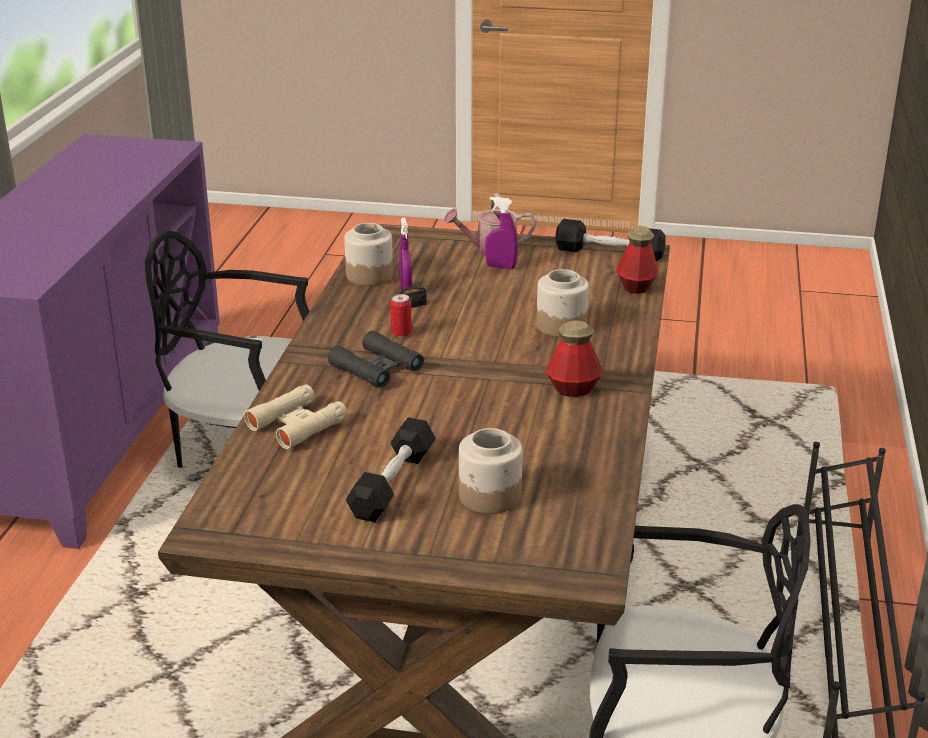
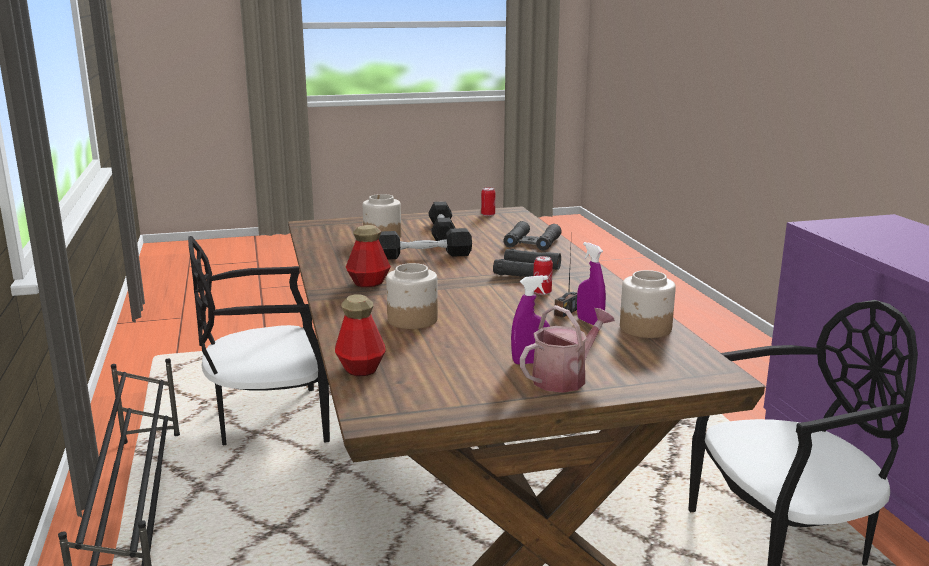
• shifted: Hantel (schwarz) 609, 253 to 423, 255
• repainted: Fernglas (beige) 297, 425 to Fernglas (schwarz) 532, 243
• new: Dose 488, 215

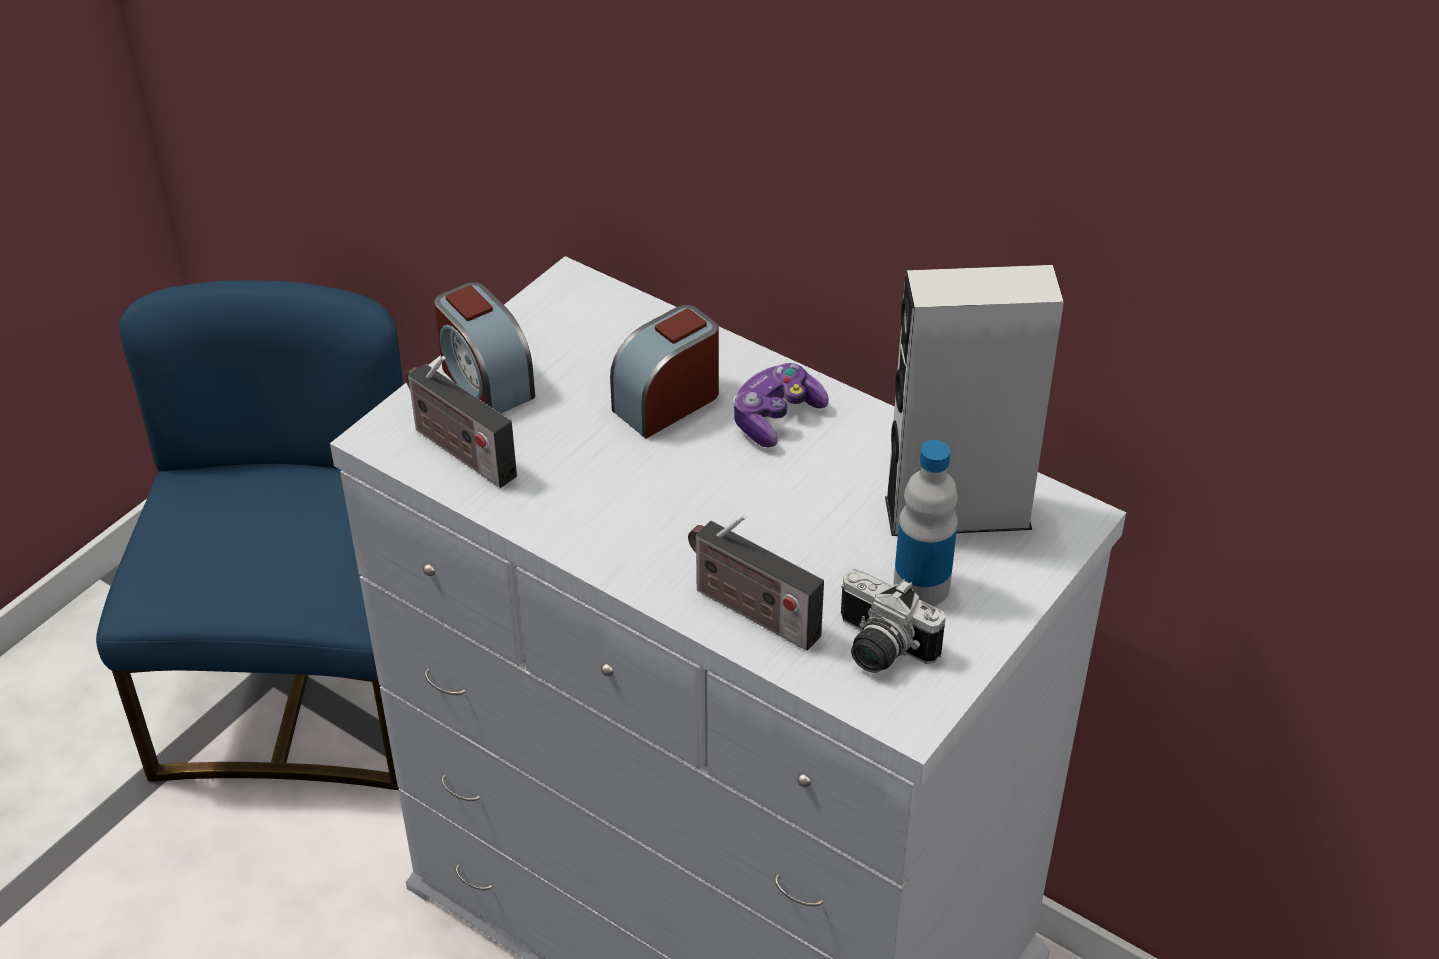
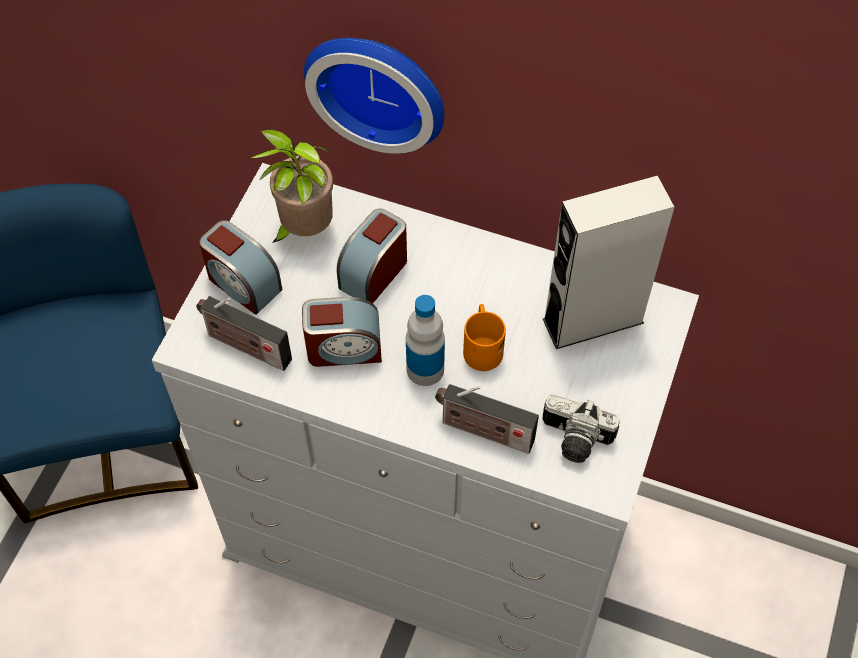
• gone: Gamepad 776, 417
• shifted: Flasche 921, 586 to 425, 369
• new: Wanduhr 379, 85
• new: Topfpflanze 303, 230
• new: Wecker 344, 348
• new: Henkelbecher (orange) 481, 346

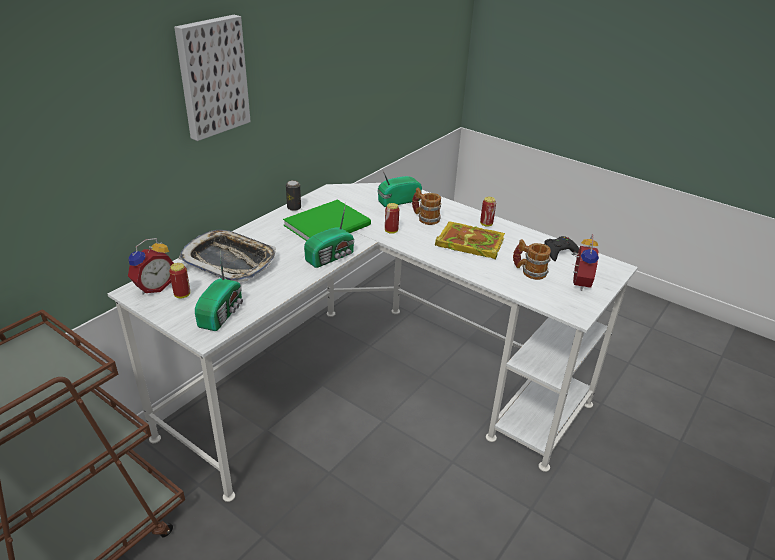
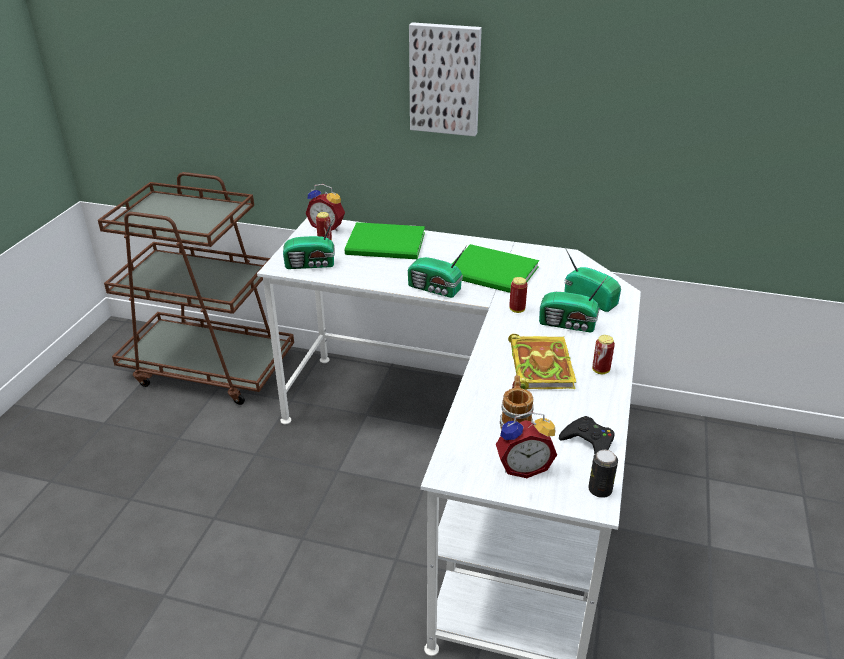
• shifted: Dose 294, 208 to 600, 490
• swapped: Henkelbecher 425, 218 to Radio 569, 324
• swapped: Tablett 229, 261 to Buch (grün) 387, 245

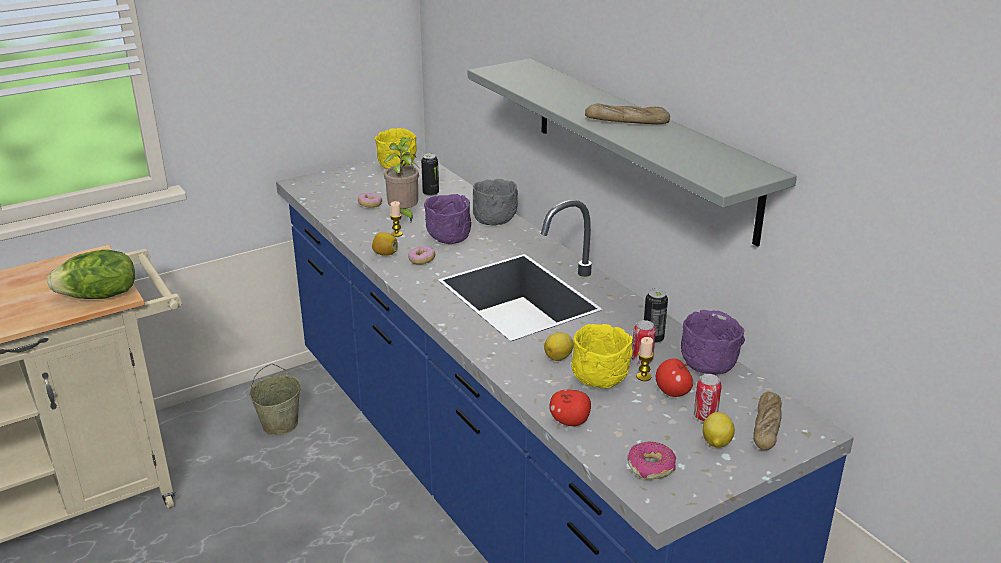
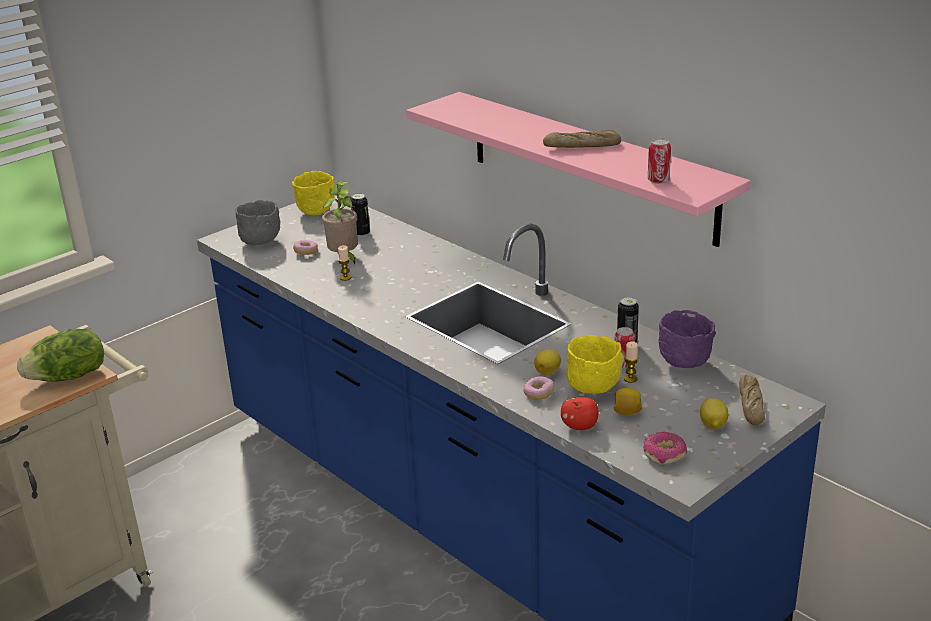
• repainted: Wandregal (grau) 640, 145 to Wandregal (rosa) 589, 166
• shifted: Schüssel (grau) 494, 223 to 260, 243
• gone: Schüssel (lila) 449, 240
• shifted: Zitrone 385, 254 to 626, 412
• shifted: Donut 421, 260 to 538, 394
• gone: Apfel 672, 392
• gone: Eimer (beige) 280, 424
• shifted: Dose 705, 416 to 658, 180

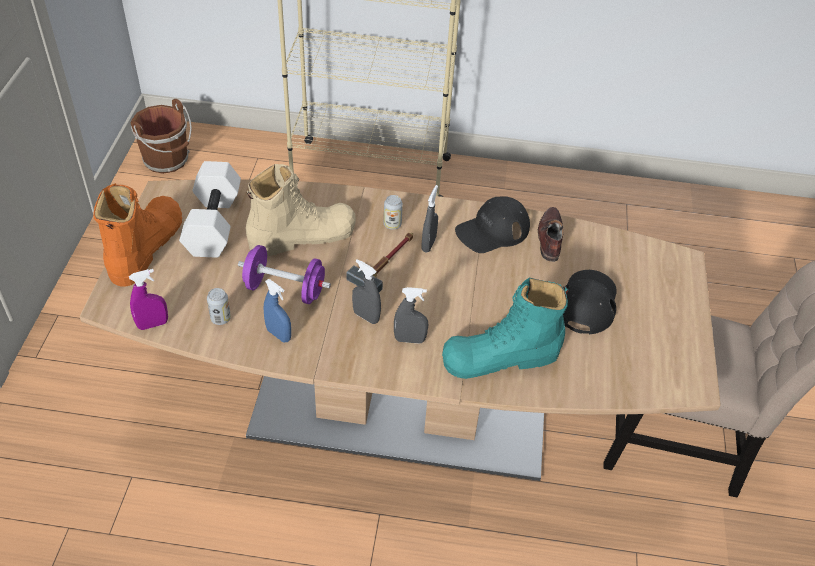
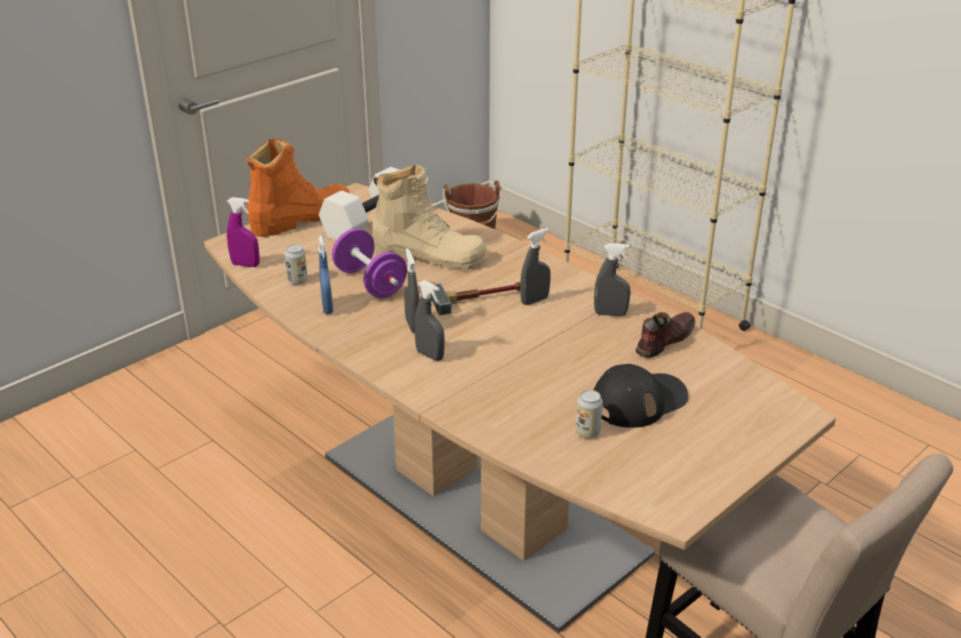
• shifted: Dose 392, 224 to 587, 432
• swapped: Kappe (schwarz) 492, 231 to Sprühflasche (grau) 610, 314
• gone: Stiefel (türkis) 501, 357

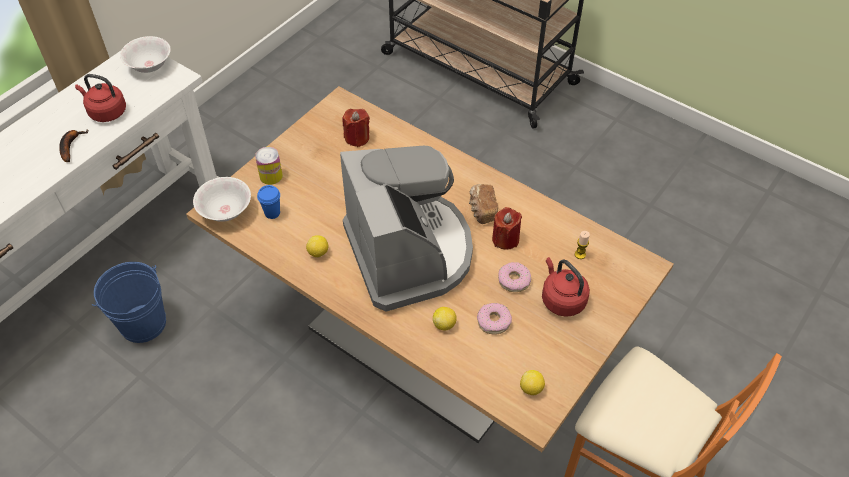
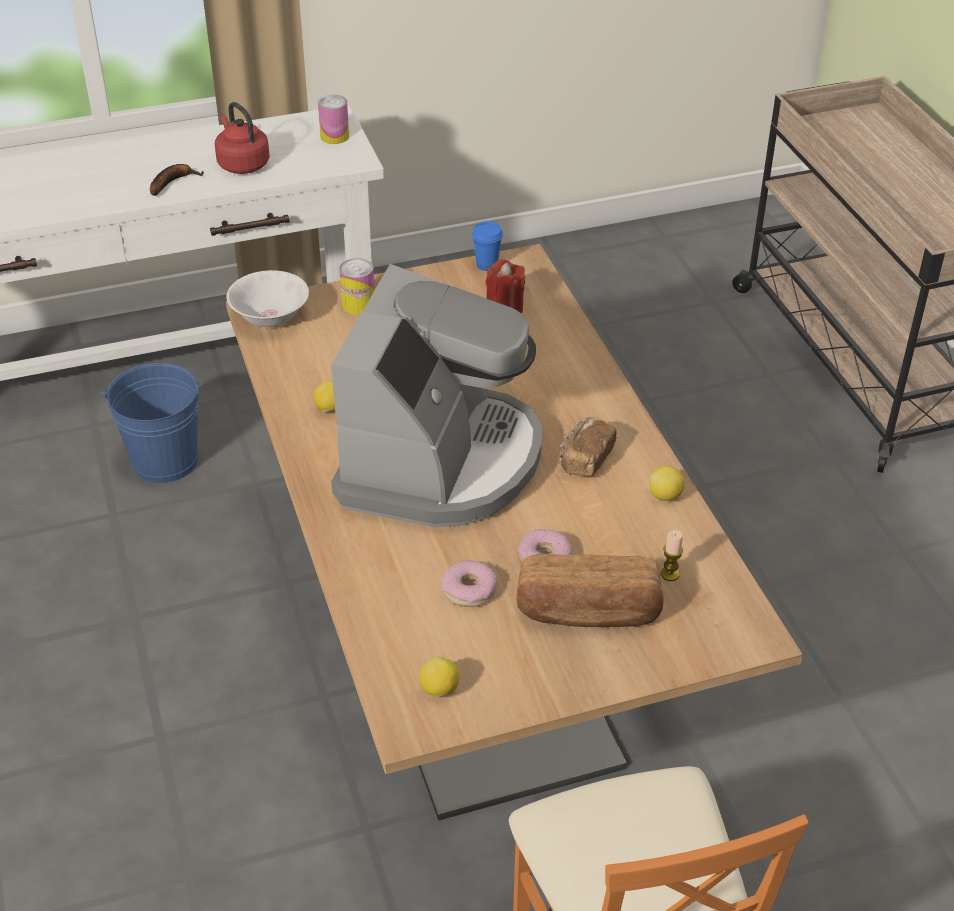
• swapped: Schüssel (weiß) 149, 66 to Dose 334, 136
• shifted: Tasse (blau) 272, 213 to 487, 265
• gone: Kerze (rot) 505, 239
• swapped: Wasserkessel (rot) 561, 299 to Brot 588, 612
• shifted: Zitrone 444, 324 to 665, 496

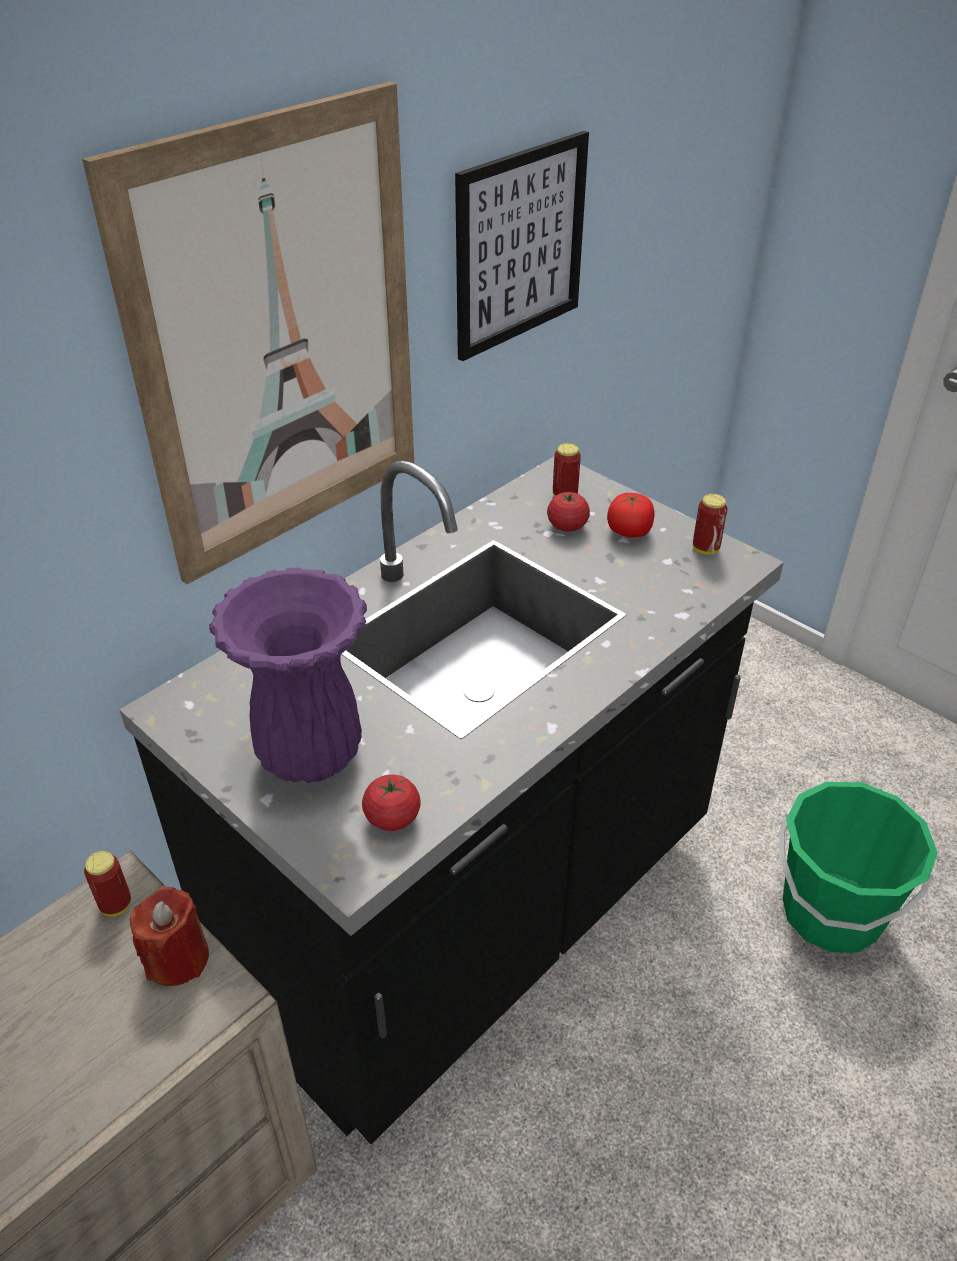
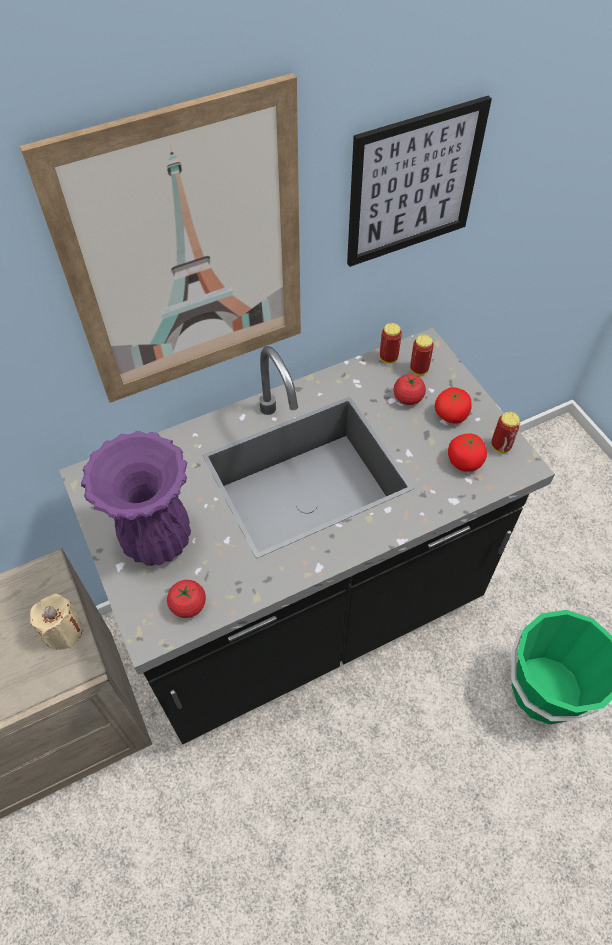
• shifted: Dose 116, 905 to 388, 358
• repainted: Kerze (rot) 177, 958 to Kerze (beige) 63, 632
• new: Tomate 464, 461

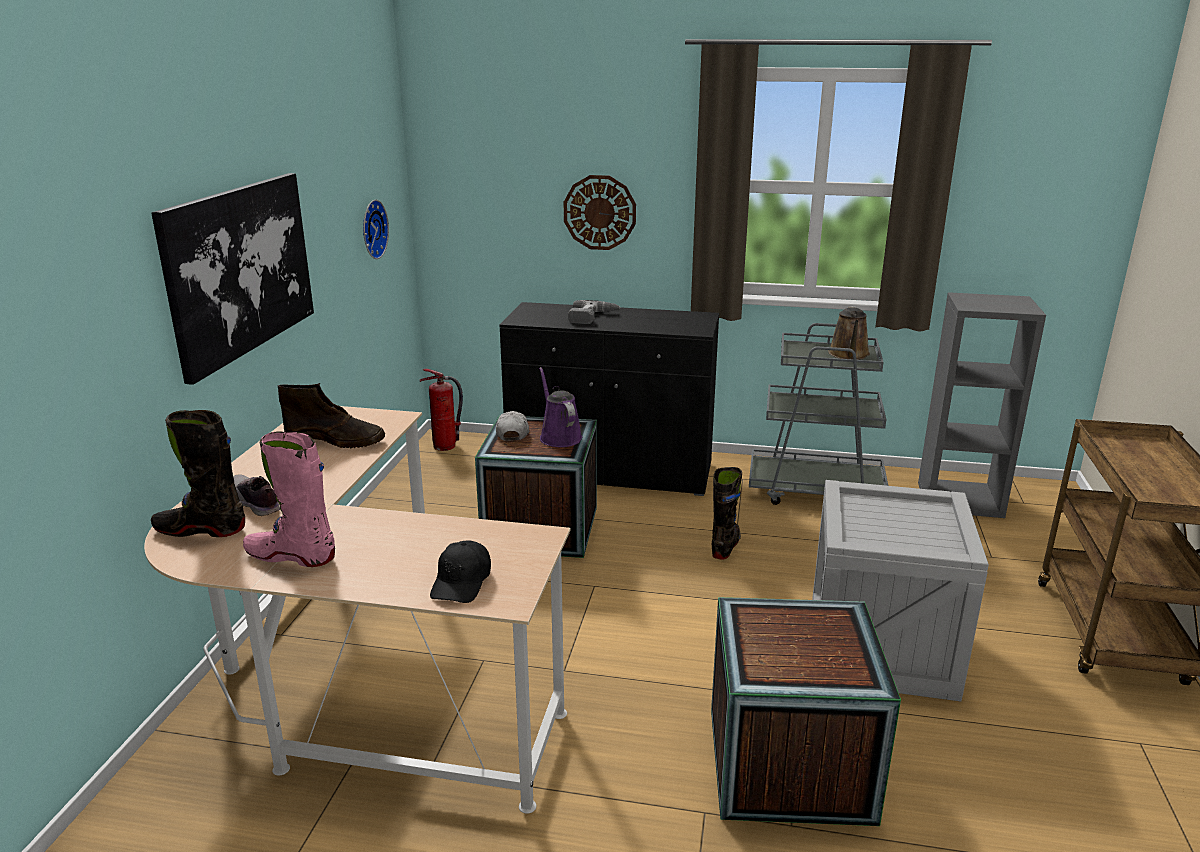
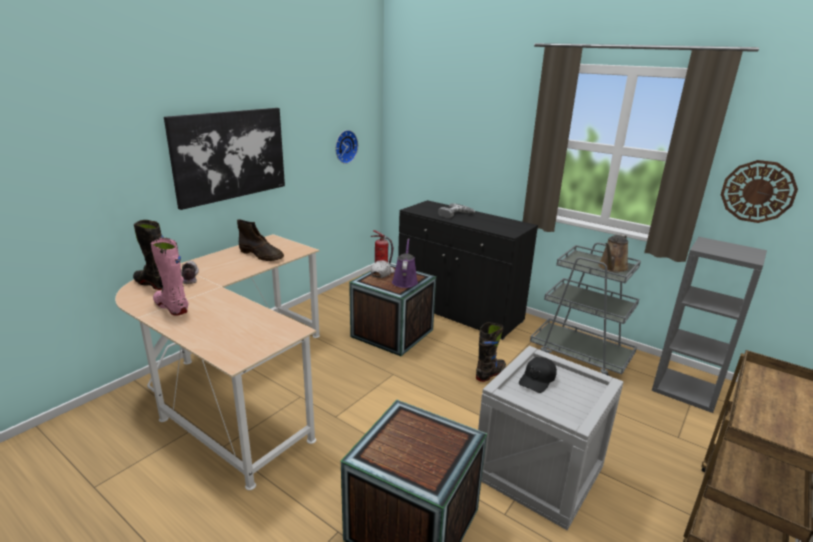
• shifted: Wanduhr 599, 212 to 757, 191
• shifted: Kappe (schwarz) 462, 582 to 537, 380

